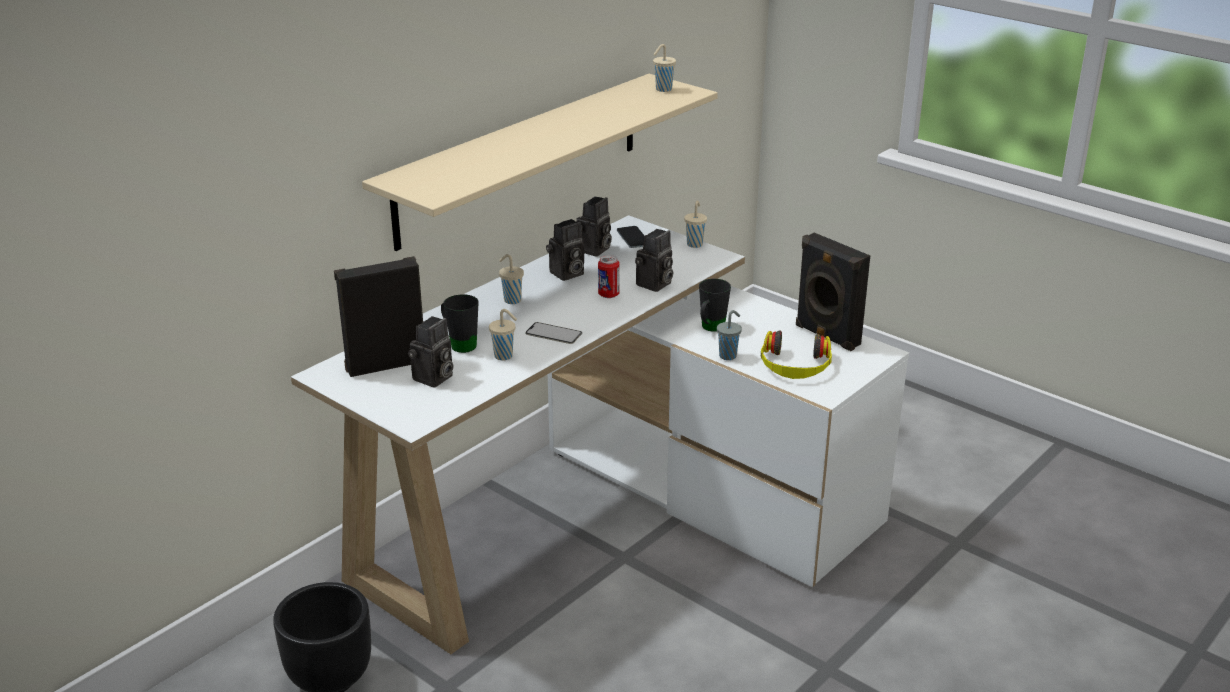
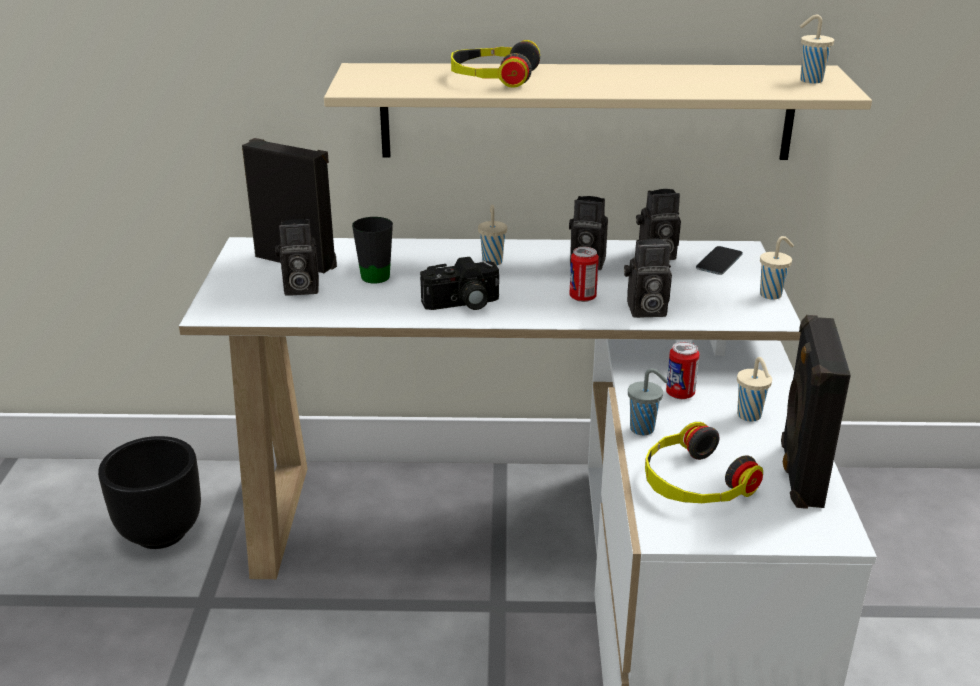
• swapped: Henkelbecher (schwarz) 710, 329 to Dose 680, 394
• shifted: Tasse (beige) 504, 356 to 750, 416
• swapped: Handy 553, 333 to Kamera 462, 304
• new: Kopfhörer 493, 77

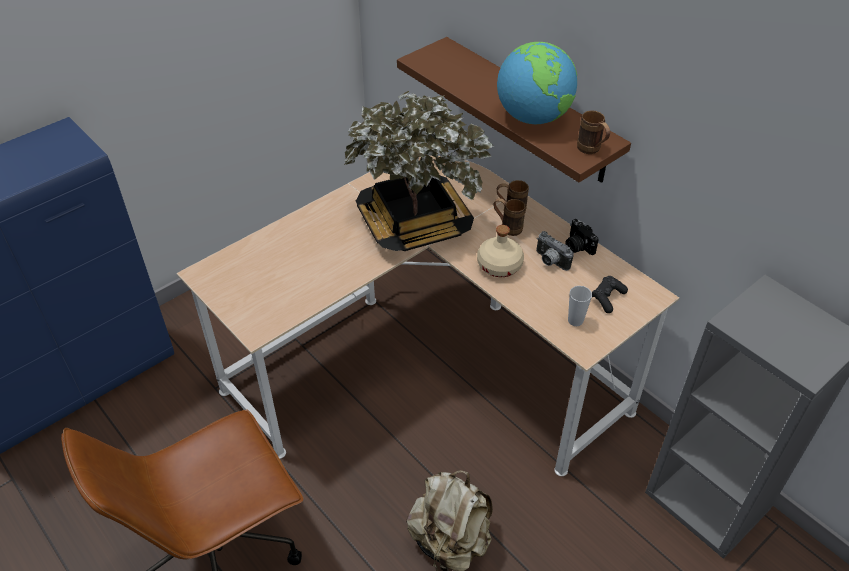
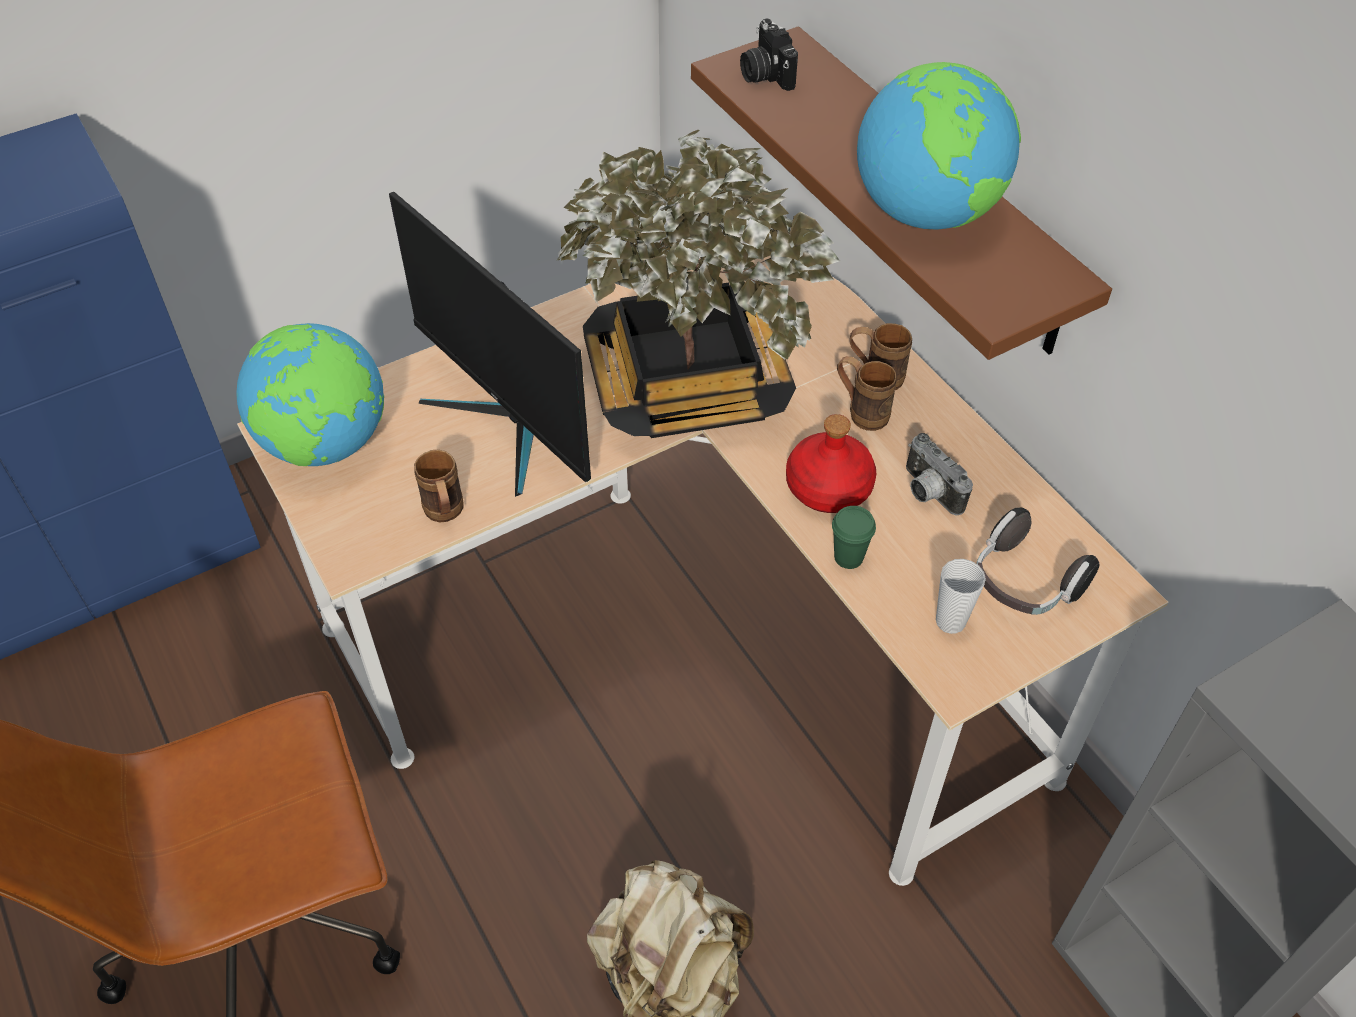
• shifted: Henkelbecher (braun) 592, 150 to 445, 515
• shifted: Kamera 577, 246 to 765, 74
• repainted: Flasche (beige) 499, 266 to Flasche (rot) 829, 488
• swapped: Gamepad (schwarz) 607, 298 to Kopfhörer 1023, 584
• new: Monitor 509, 423
• new: Globus 326, 444
• new: Tasse (grün) 848, 557

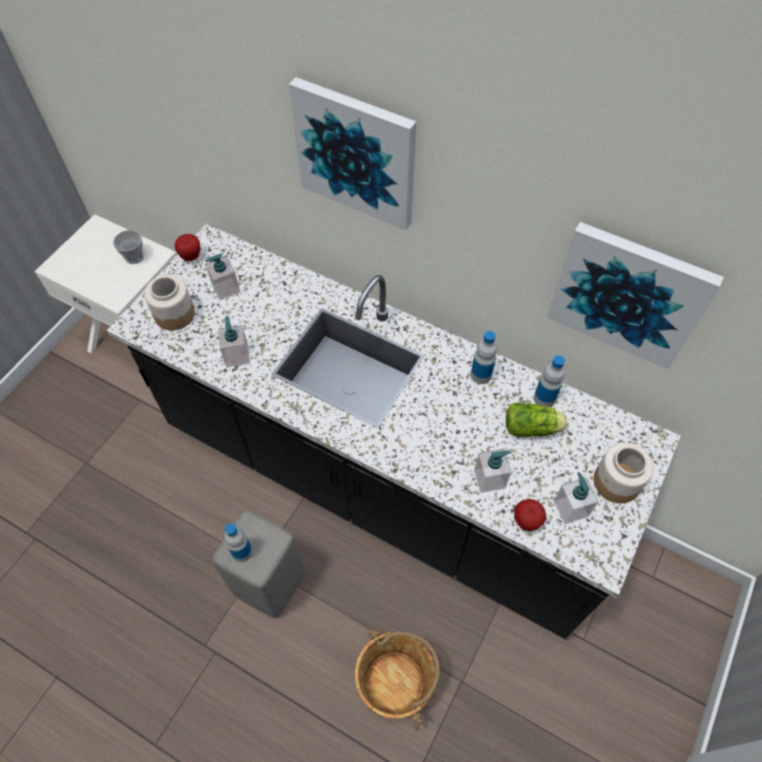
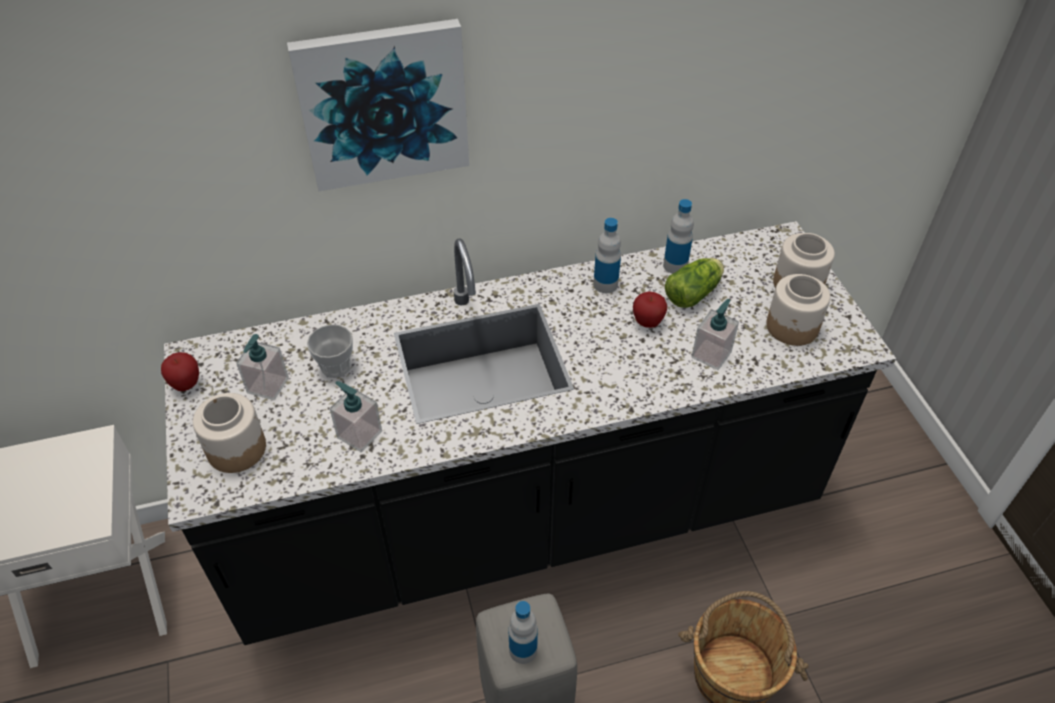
• gone: Bild 628, 294
• shifted: Tasse 134, 257 to 336, 366
• swapped: Seifenspender 570, 508 to Vorratsglas 792, 327
• shifted: Apfel 526, 522 to 647, 323

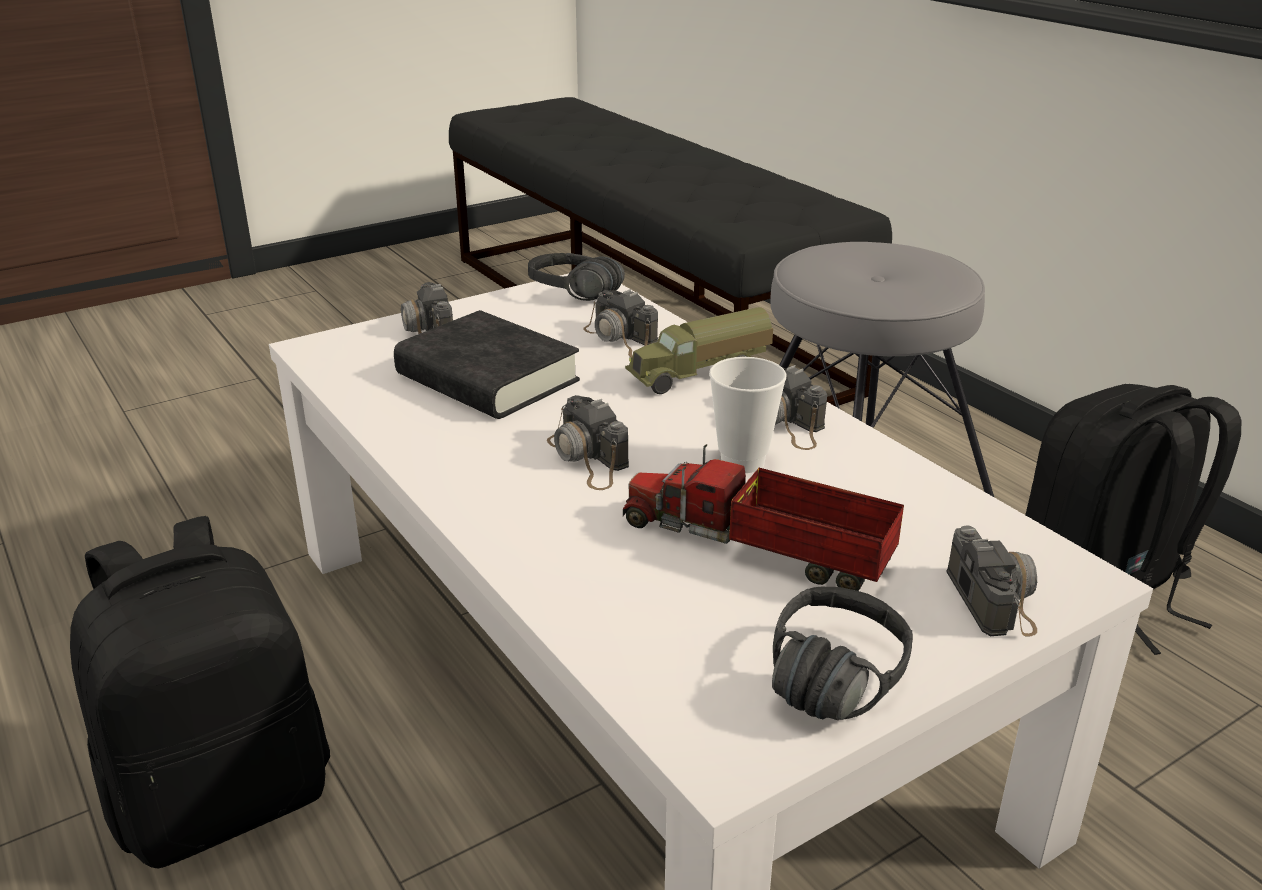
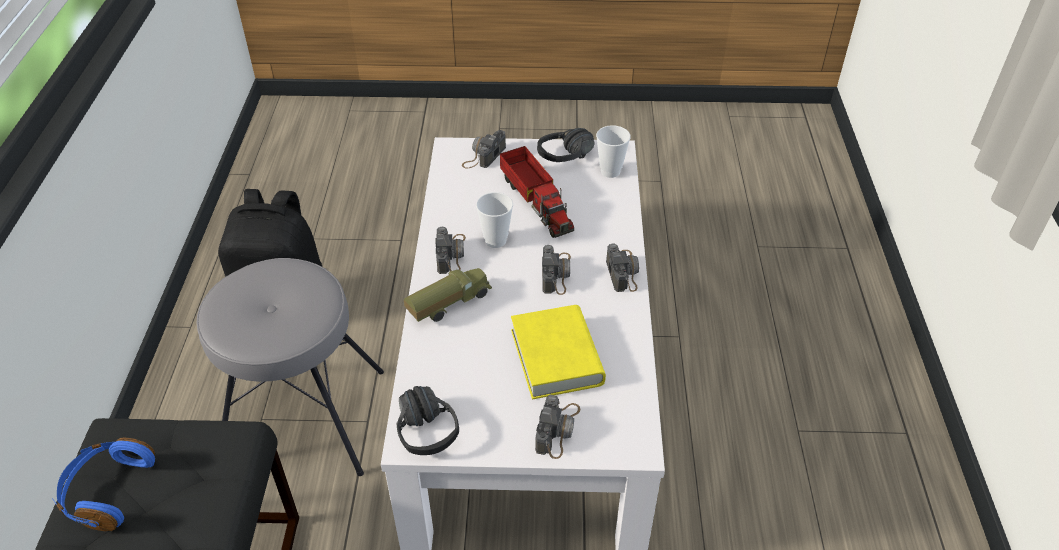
• shifted: Kamera 622, 339 to 623, 271
• rotated: Spielzeuglaster 700, 375 = 448, 304 45 degrees counterclockwise
• repainted: Buch (schwarz) 487, 378 to Buch (gelb) 556, 357
• gone: Rucksack (schwarz) 225, 797
• new: Tasse 610, 171
• new: Kopfhörer (blau) 107, 491

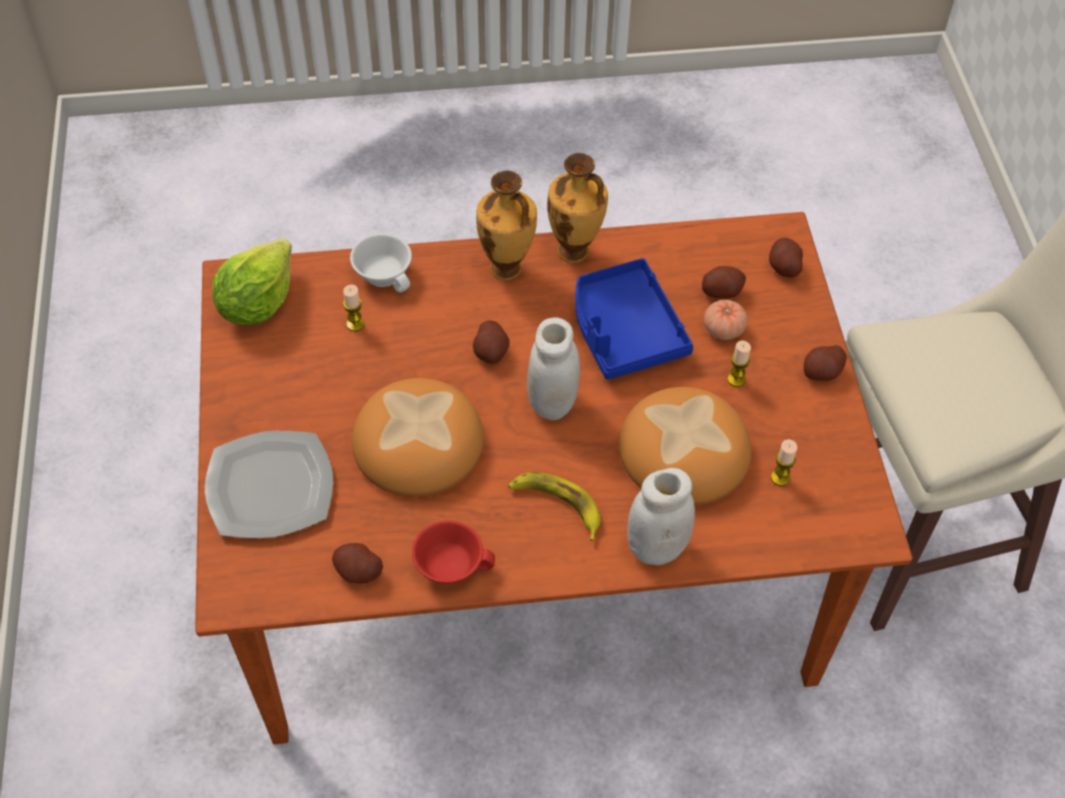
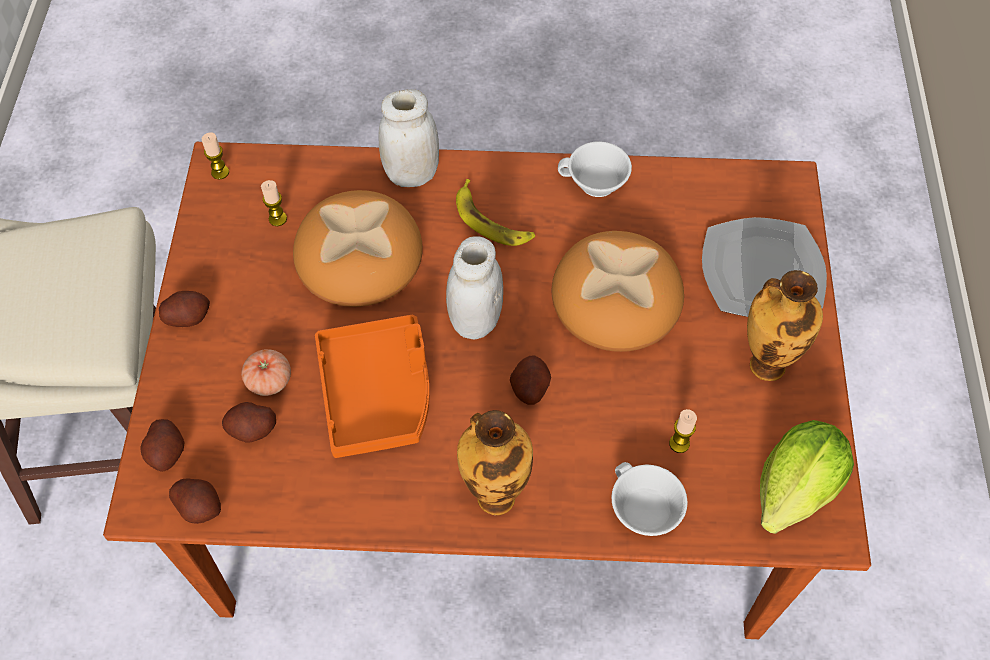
• shifted: Vase 574, 253 to 765, 363
• repainted: Tablett (blau) 624, 331 to Tablett (orange) 378, 393
• shifted: Kerze 736, 379 to 220, 172
• repainted: Tasse (rot) 451, 563 to Tasse (weiß) 595, 184
• shifted: Kartoffel 358, 571 to 199, 506

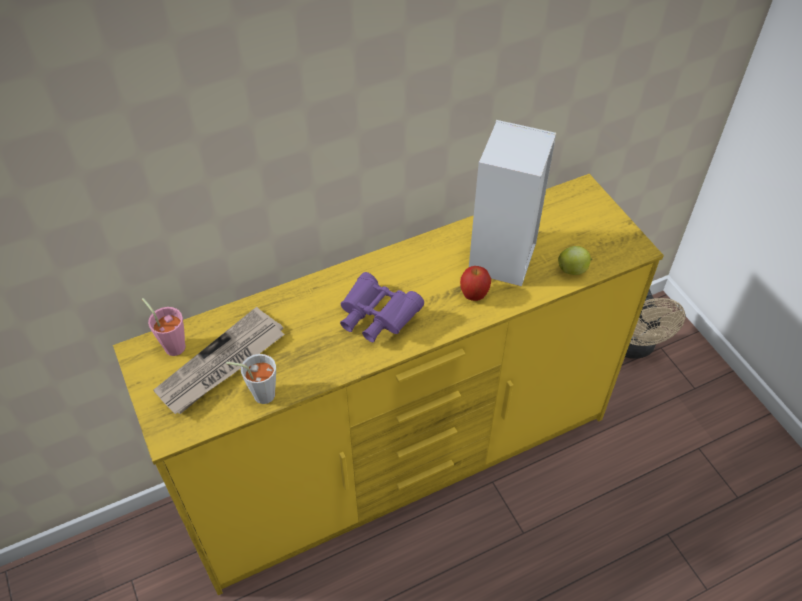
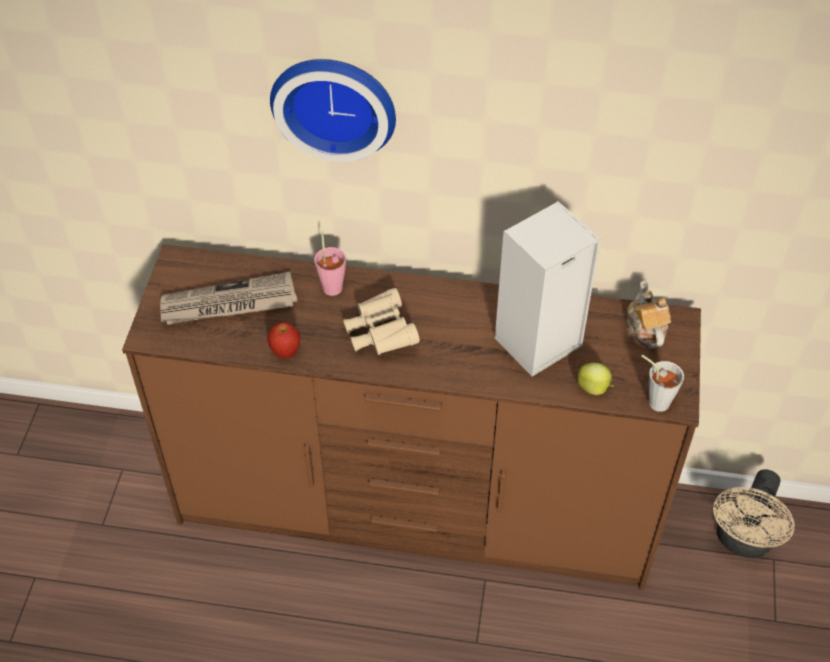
• repainted: Kommode (gelb) 402, 460 to Kommode (braun) 416, 509
• shifted: Apfel 474, 295 to 285, 353
• repainted: Fernglas (lila) 376, 318 to Fernglas (beige) 380, 334
• shifted: Tasse (rosa) 172, 344 to 332, 284
• shifted: Tasse (grau) 259, 394 to 654, 400
• new: Wanduhr 335, 103
• new: Teekanne 644, 330

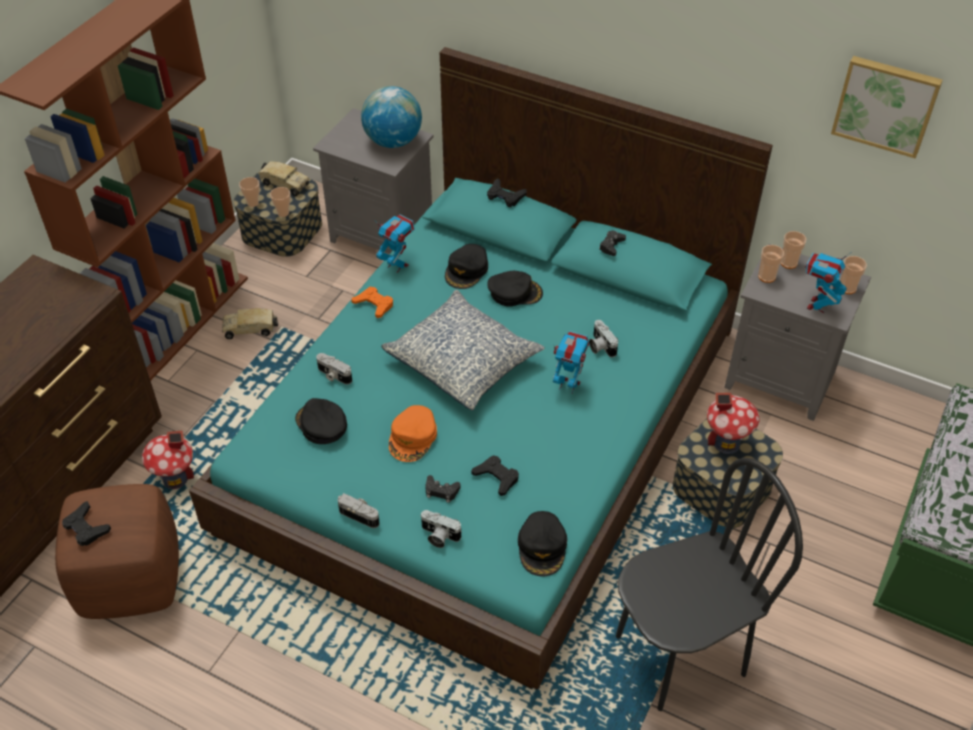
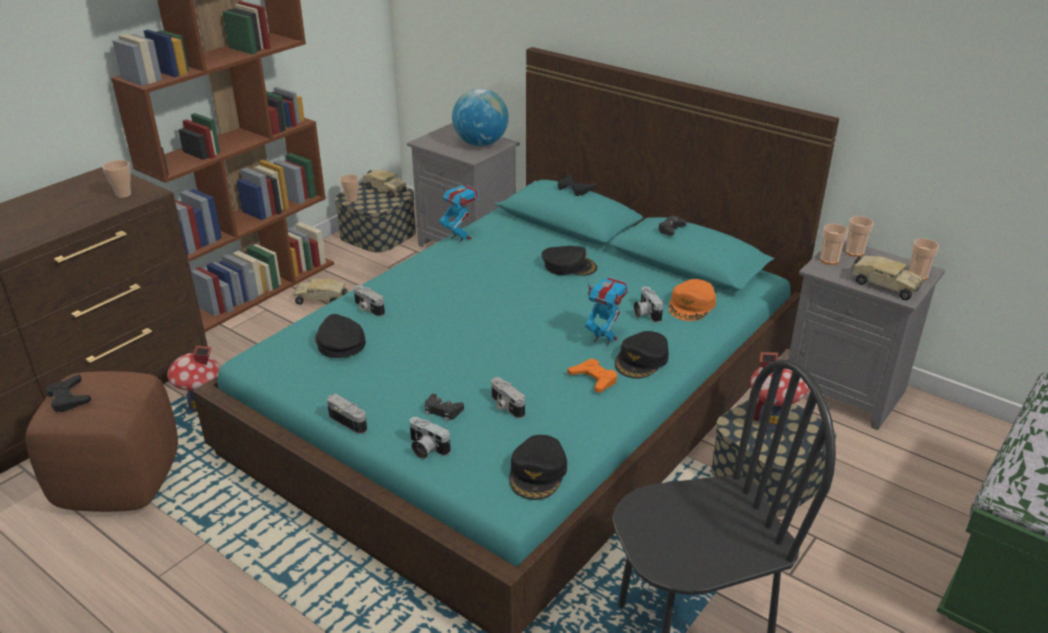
• gone: Bild 886, 104
• shifted: Tasse 283, 213 to 123, 194
• shifted: Kappe (schwarz) 467, 270 to 642, 360
• swapped: Spielzeugroboter 817, 305 to Spielzeuglaster 882, 286
• shifted: Gamepad (orange) 374, 305 to 593, 379
• gone: Kissen 463, 361
• shifted: Kappe (orange) 413, 437 to 692, 305
• swapped: Gamepad (schwarz) 496, 477 to Kamera 506, 406

